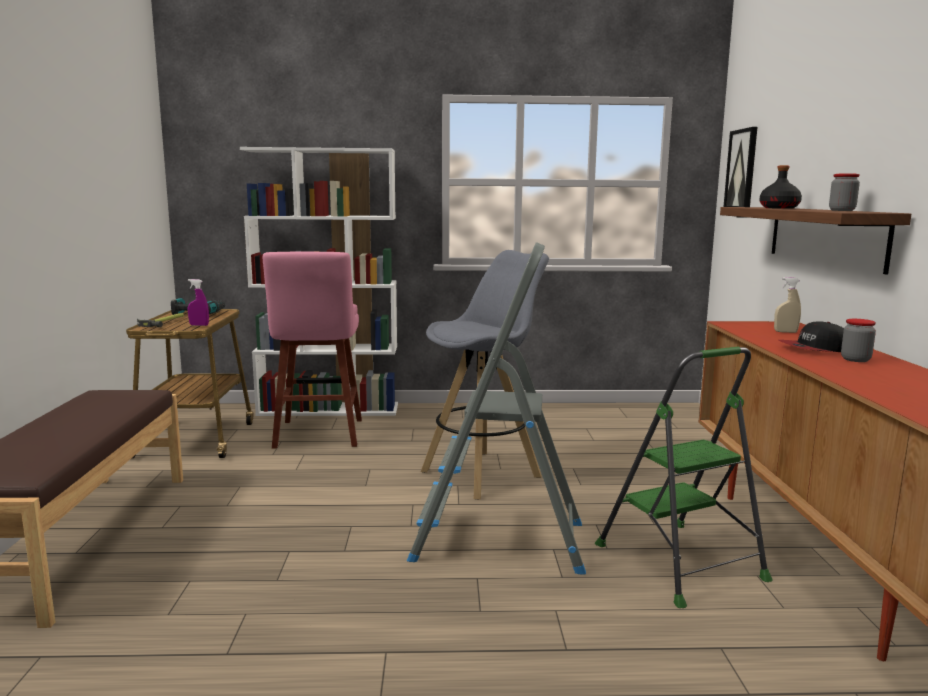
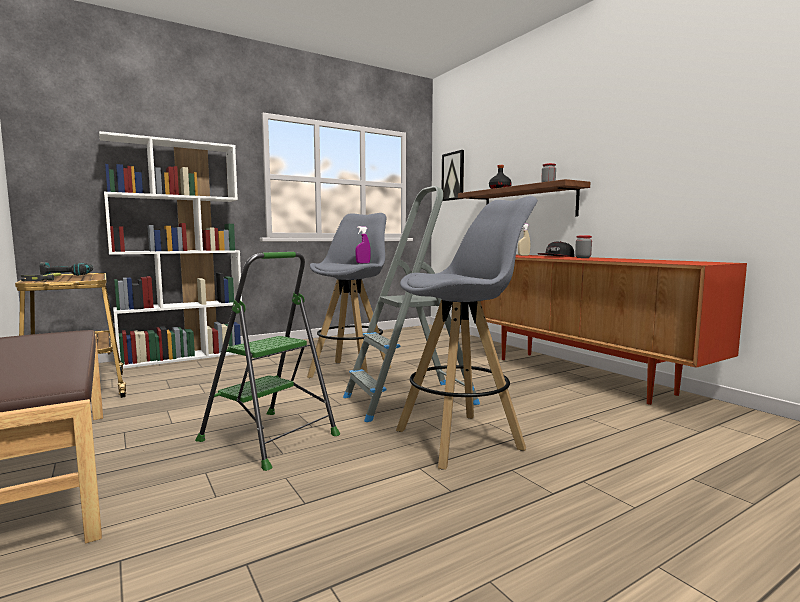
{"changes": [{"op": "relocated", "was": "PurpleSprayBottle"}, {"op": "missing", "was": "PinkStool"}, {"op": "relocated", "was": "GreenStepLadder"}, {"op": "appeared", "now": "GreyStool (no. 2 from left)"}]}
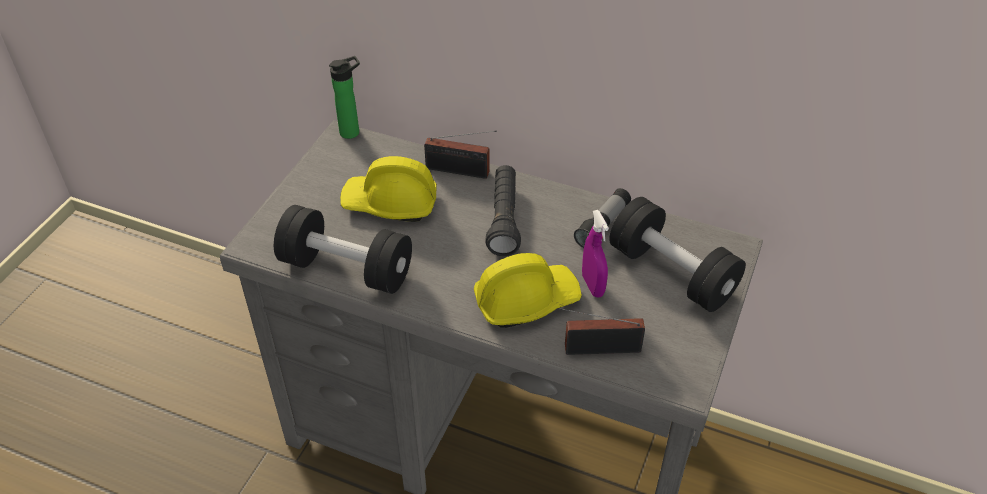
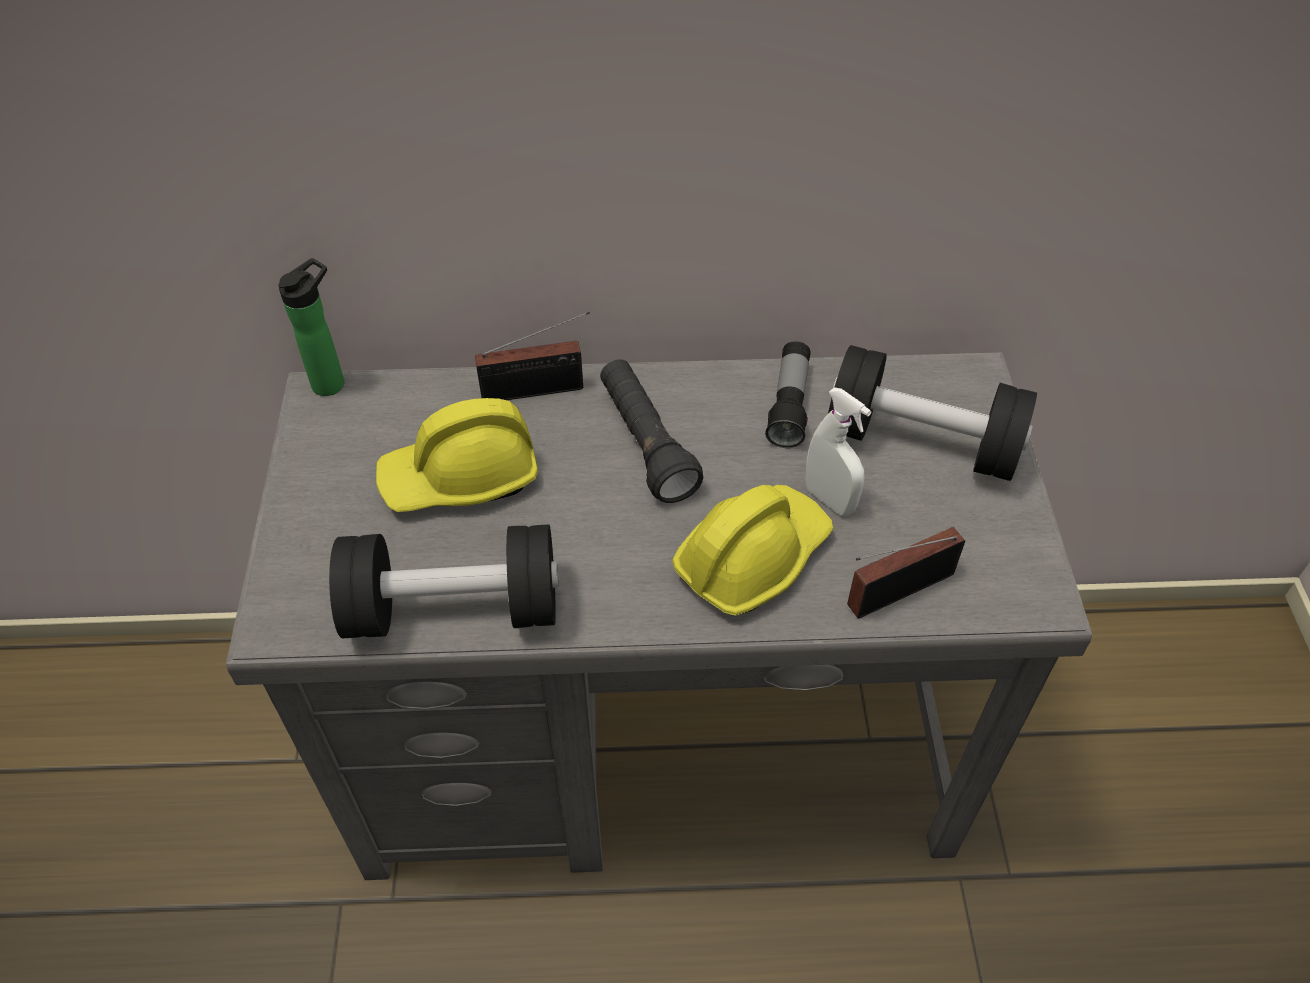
{"changes": [{"op": "colour", "was": "PurpleSprayBottle", "now": "WhiteSprayBottle"}]}
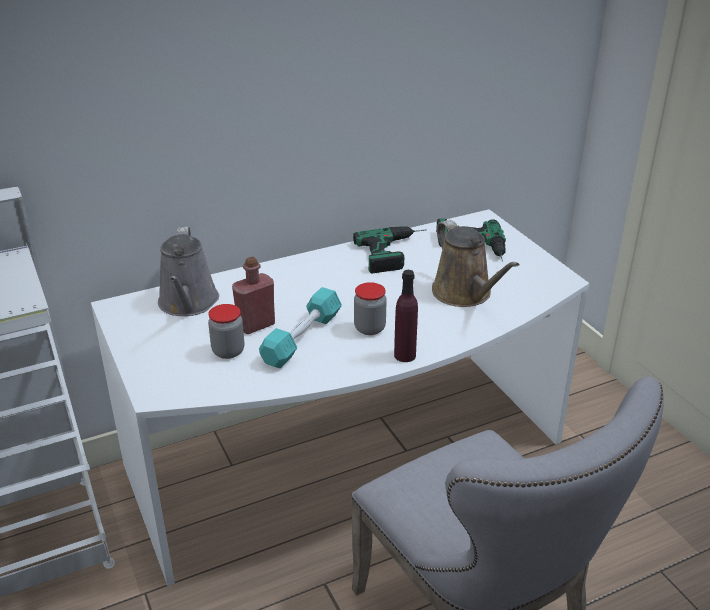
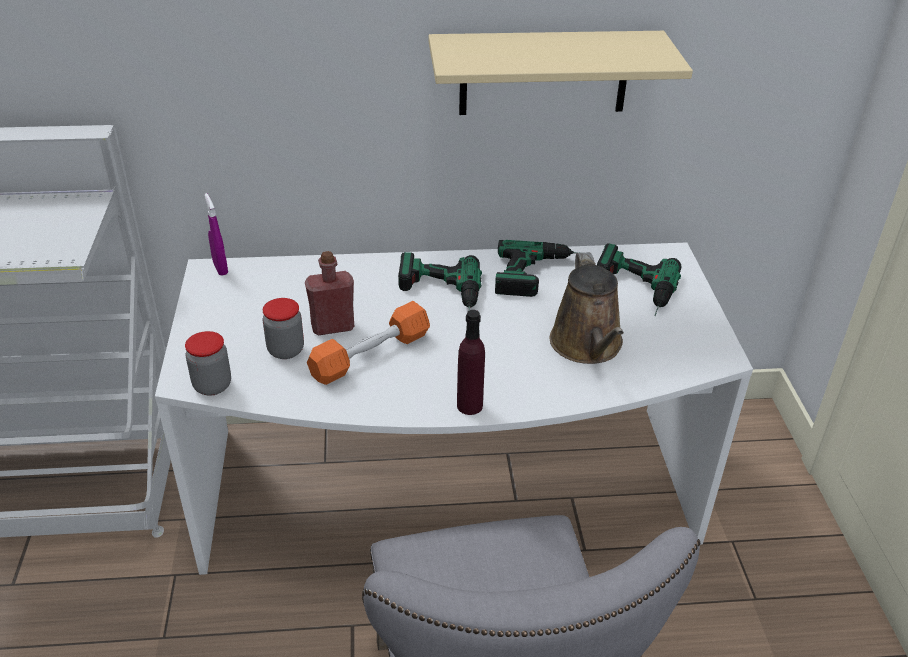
{"changes": [{"op": "missing", "was": "GreyWateringCan"}, {"op": "colour", "was": "TurquoiseDumbbell", "now": "OrangeDumbbell"}, {"op": "relocated", "was": "Jar (no. 2 from left in the first image)", "now": "Jar (no. 1 from left)"}, {"op": "appeared", "now": "PurpleSprayBottle"}, {"op": "appeared", "now": "PowerDrill (no. 1 from left)"}, {"op": "appeared", "now": "BeigeShelf"}]}
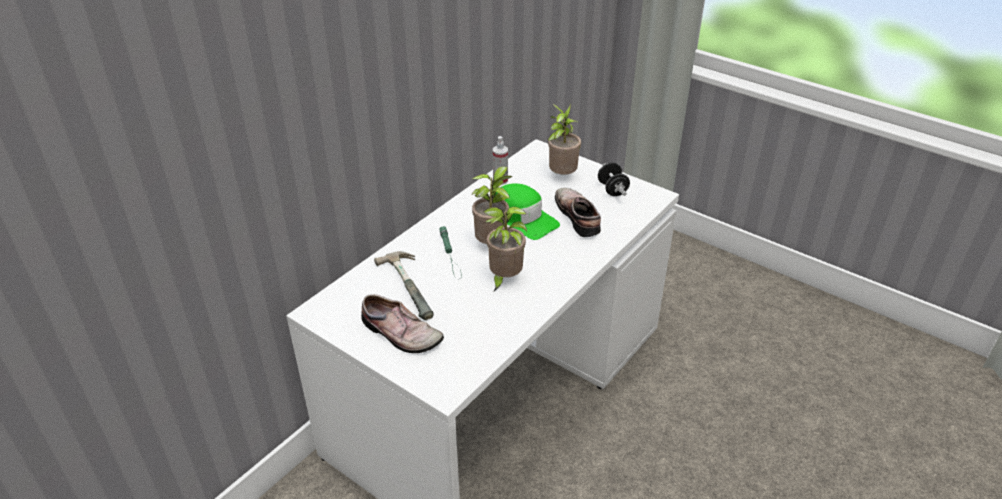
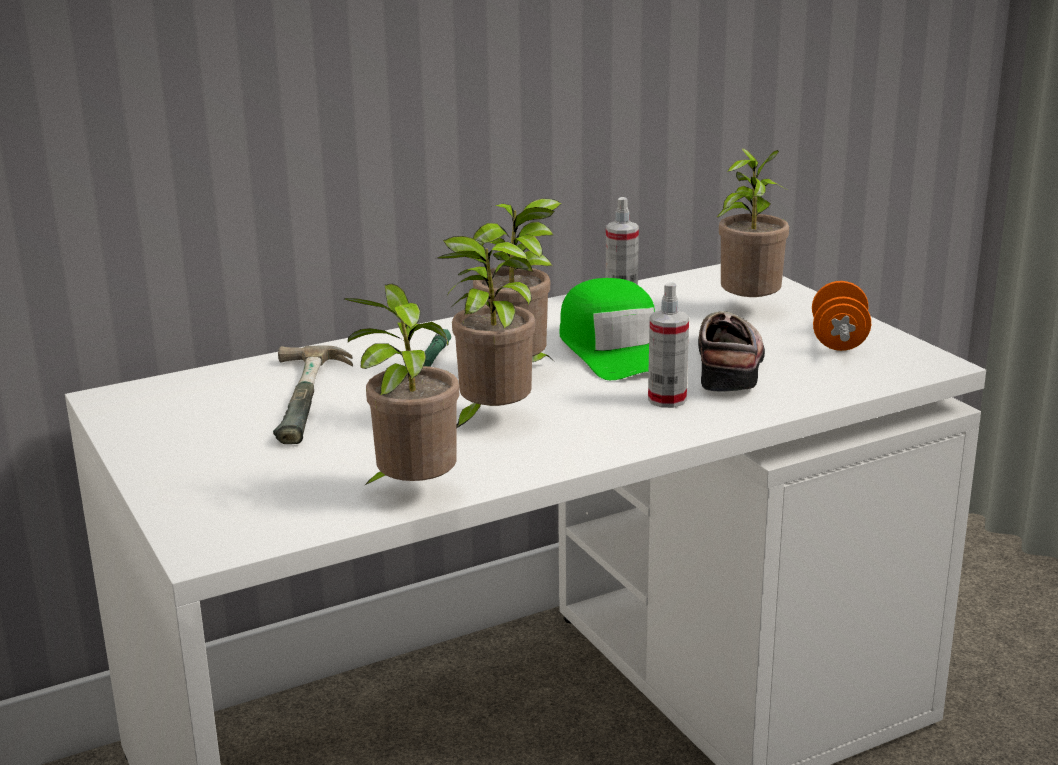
{"changes": [{"op": "missing", "was": "Shoe (no. 1 from left)"}, {"op": "colour", "was": "BlackDumbbell", "now": "OrangeDumbbell"}, {"op": "appeared", "now": "PottedPlant (no. 1 from left)"}, {"op": "appeared", "now": "SprayBottle (no. 2 from left)"}]}
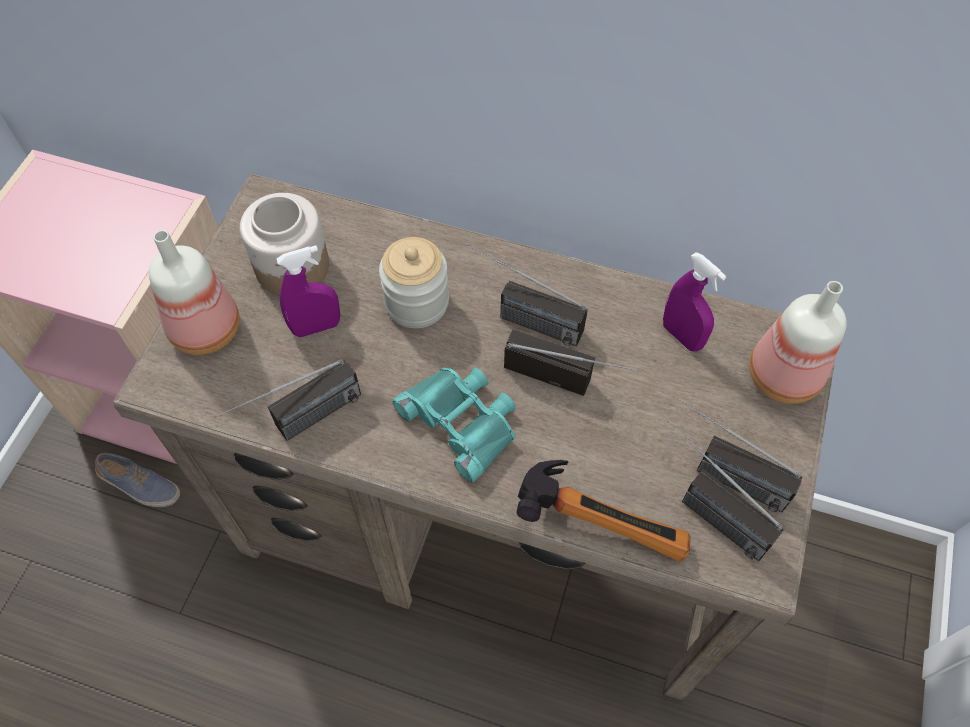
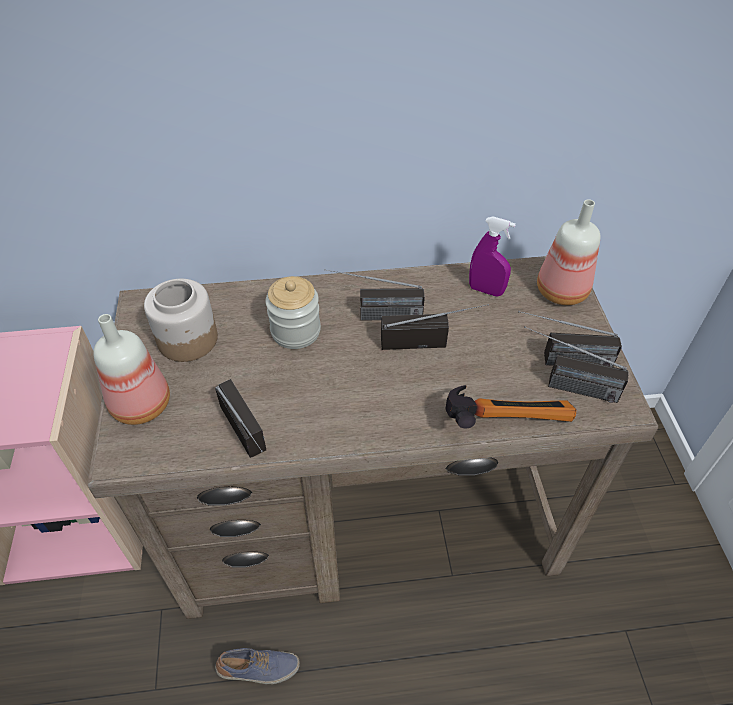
{"changes": [{"op": "relocated", "was": "Shoe"}, {"op": "spun", "was": "Radio (no. 1 from left)", "clockwise": -60}, {"op": "missing", "was": "PurpleSprayBottle (no. 1 from left)"}, {"op": "missing", "was": "TurquoiseBinoculars"}]}
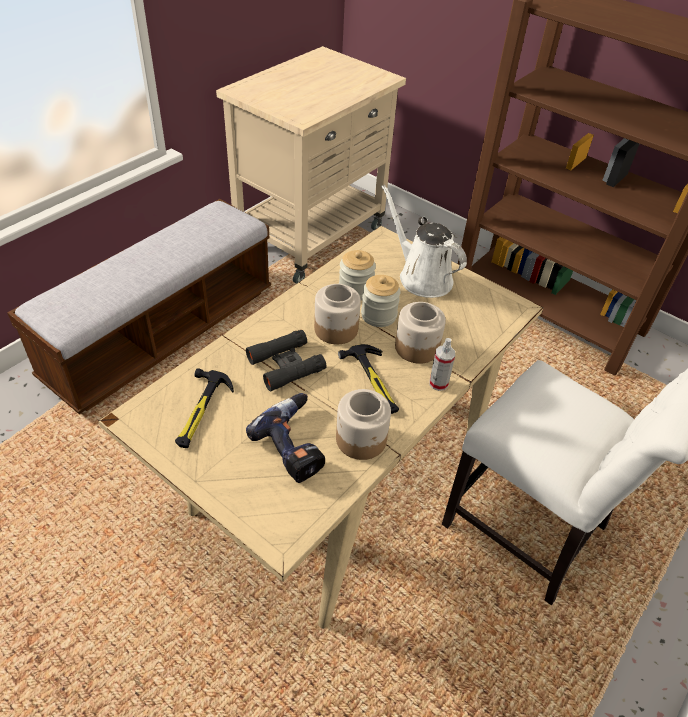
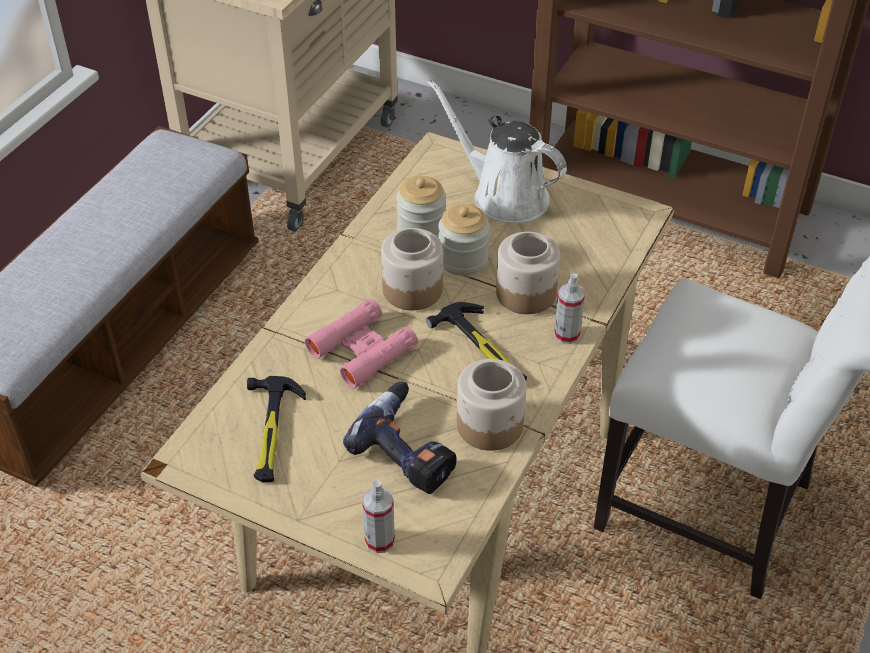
{"changes": [{"op": "colour", "was": "BlackBinoculars", "now": "PinkBinoculars"}, {"op": "appeared", "now": "SprayBottle (no. 1 from left)"}]}
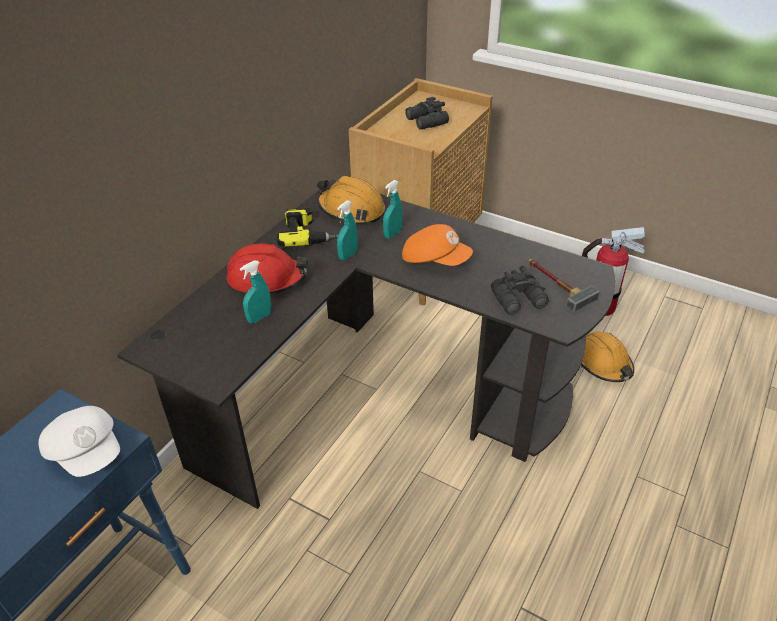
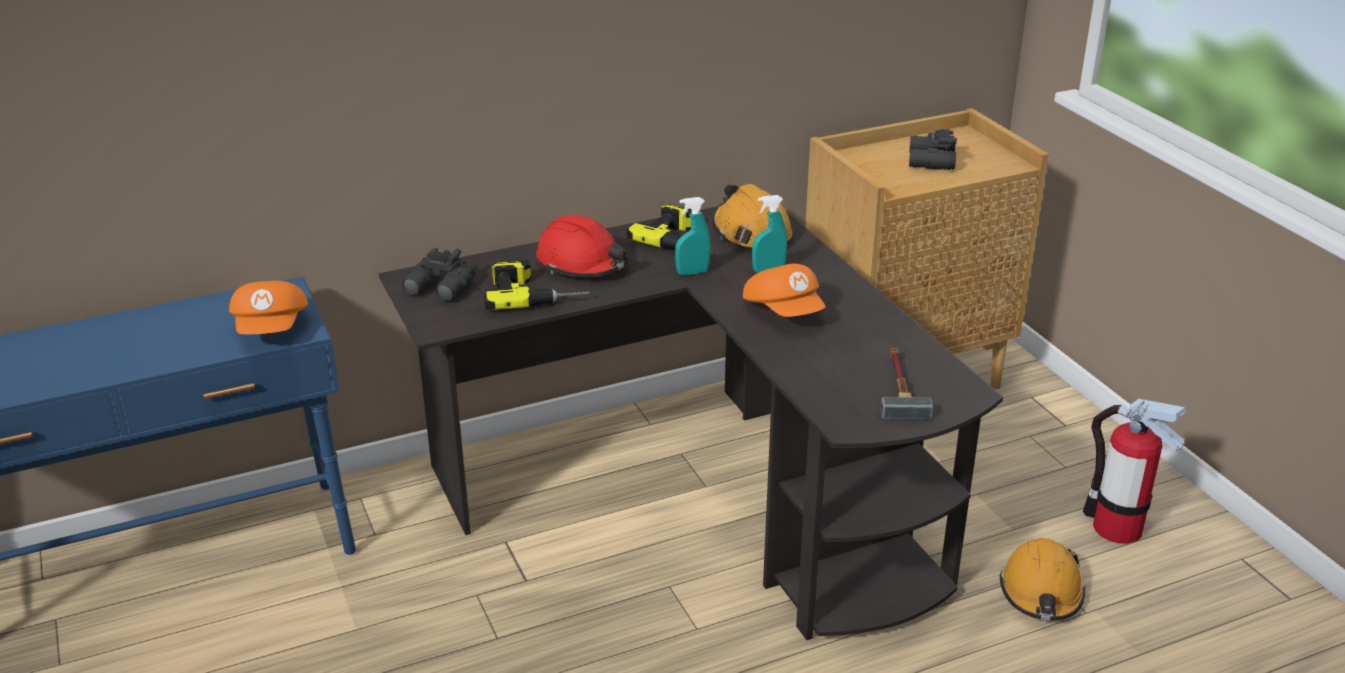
{"changes": [{"op": "colour", "was": "WhiteCap", "now": "OrangeCap (no. 1 from left)"}, {"op": "exchanged", "was": "TurquoiseSprayBottle (no. 1 from left)", "now": "PowerDrill (no. 1 from left)"}, {"op": "relocated", "was": "BlackBinoculars (no. 2 from left in the first image)", "now": "BlackBinoculars (no. 1 from left)"}]}
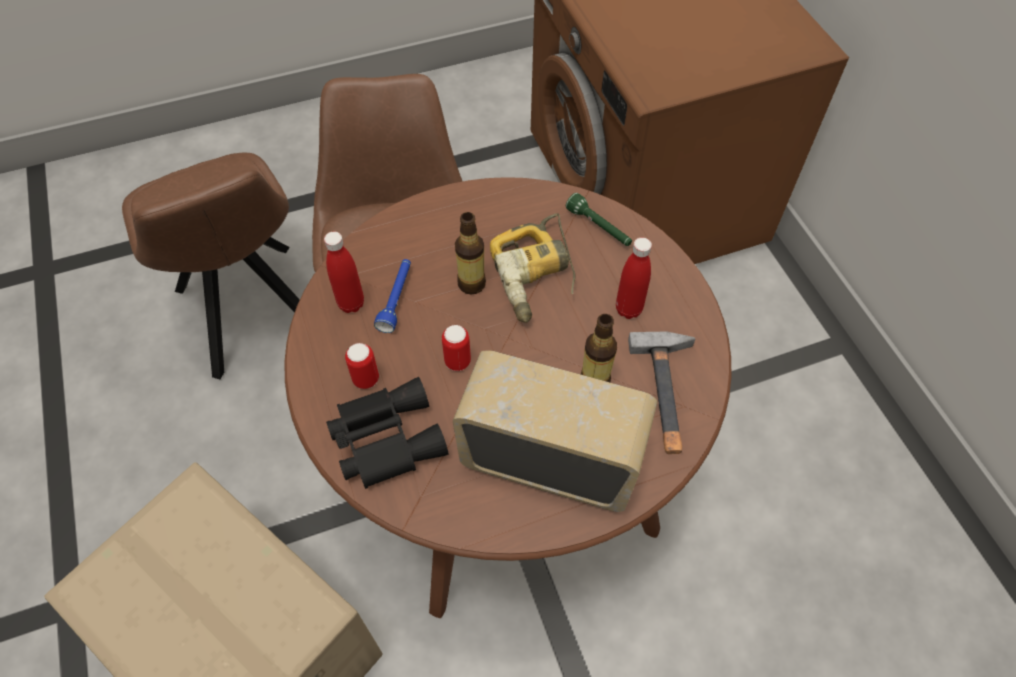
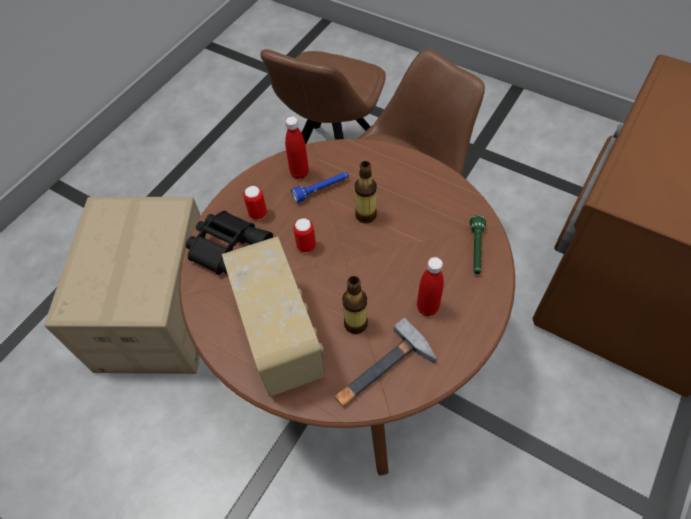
{"changes": [{"op": "missing", "was": "PowerDrill"}]}
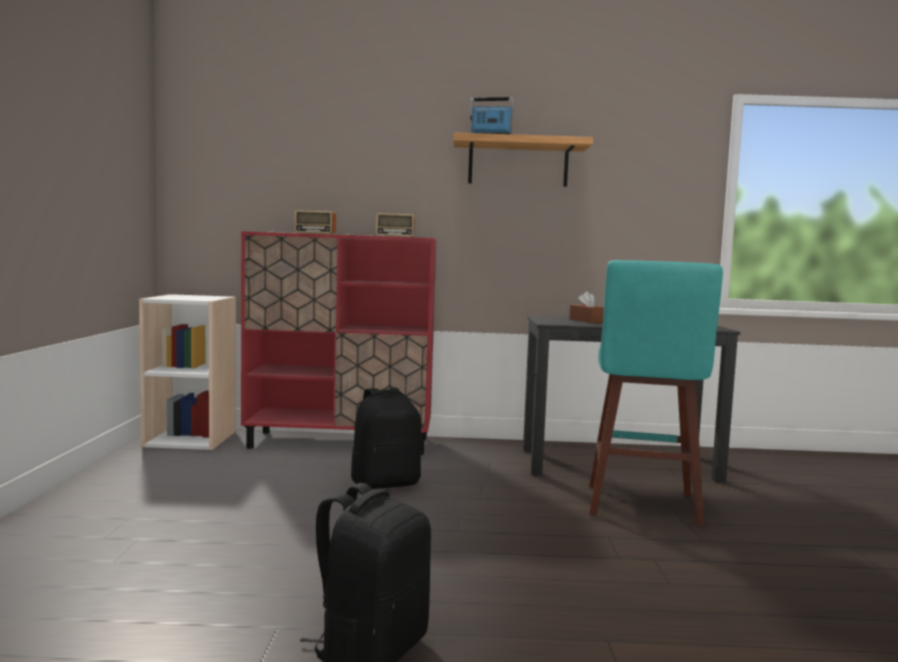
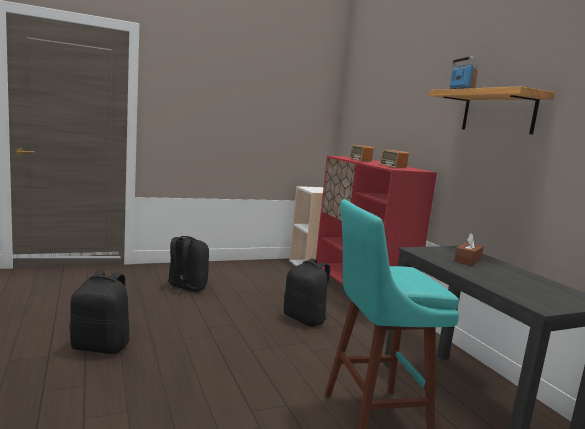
{"changes": [{"op": "appeared", "now": "BlackBackpack (no. 2 from left)"}]}
